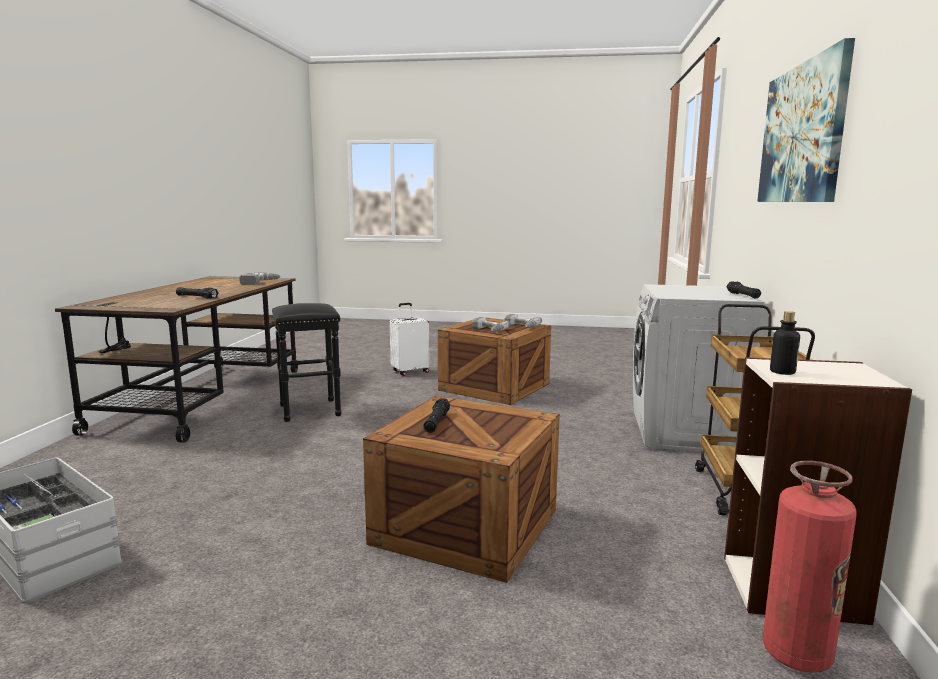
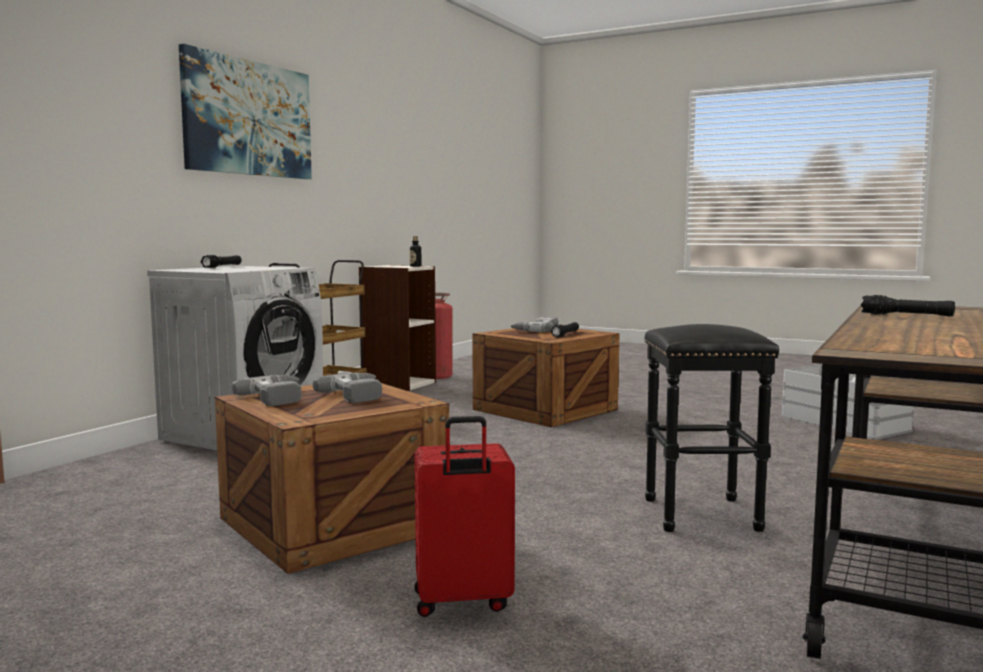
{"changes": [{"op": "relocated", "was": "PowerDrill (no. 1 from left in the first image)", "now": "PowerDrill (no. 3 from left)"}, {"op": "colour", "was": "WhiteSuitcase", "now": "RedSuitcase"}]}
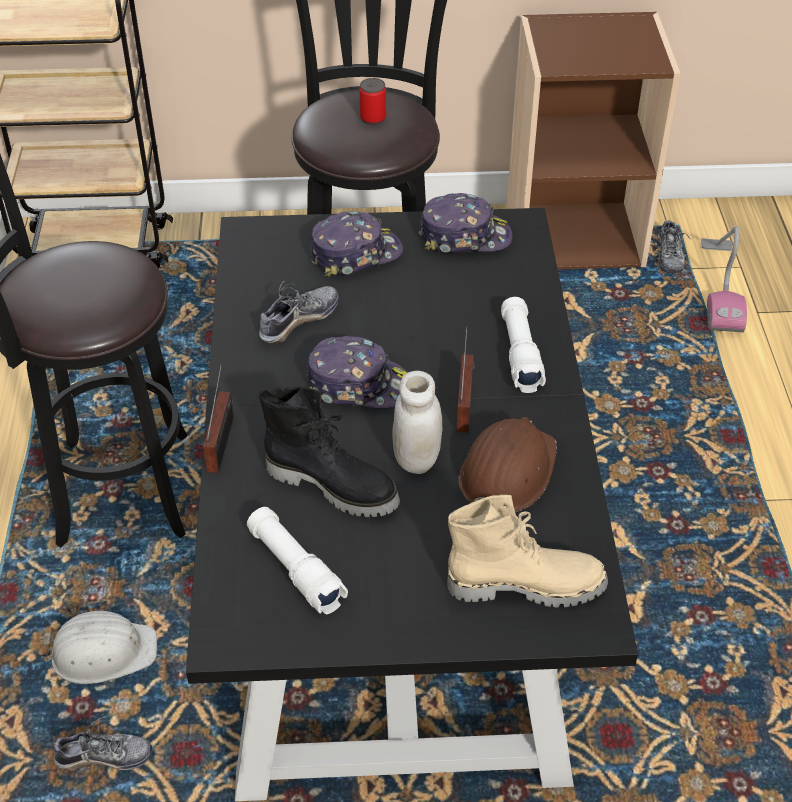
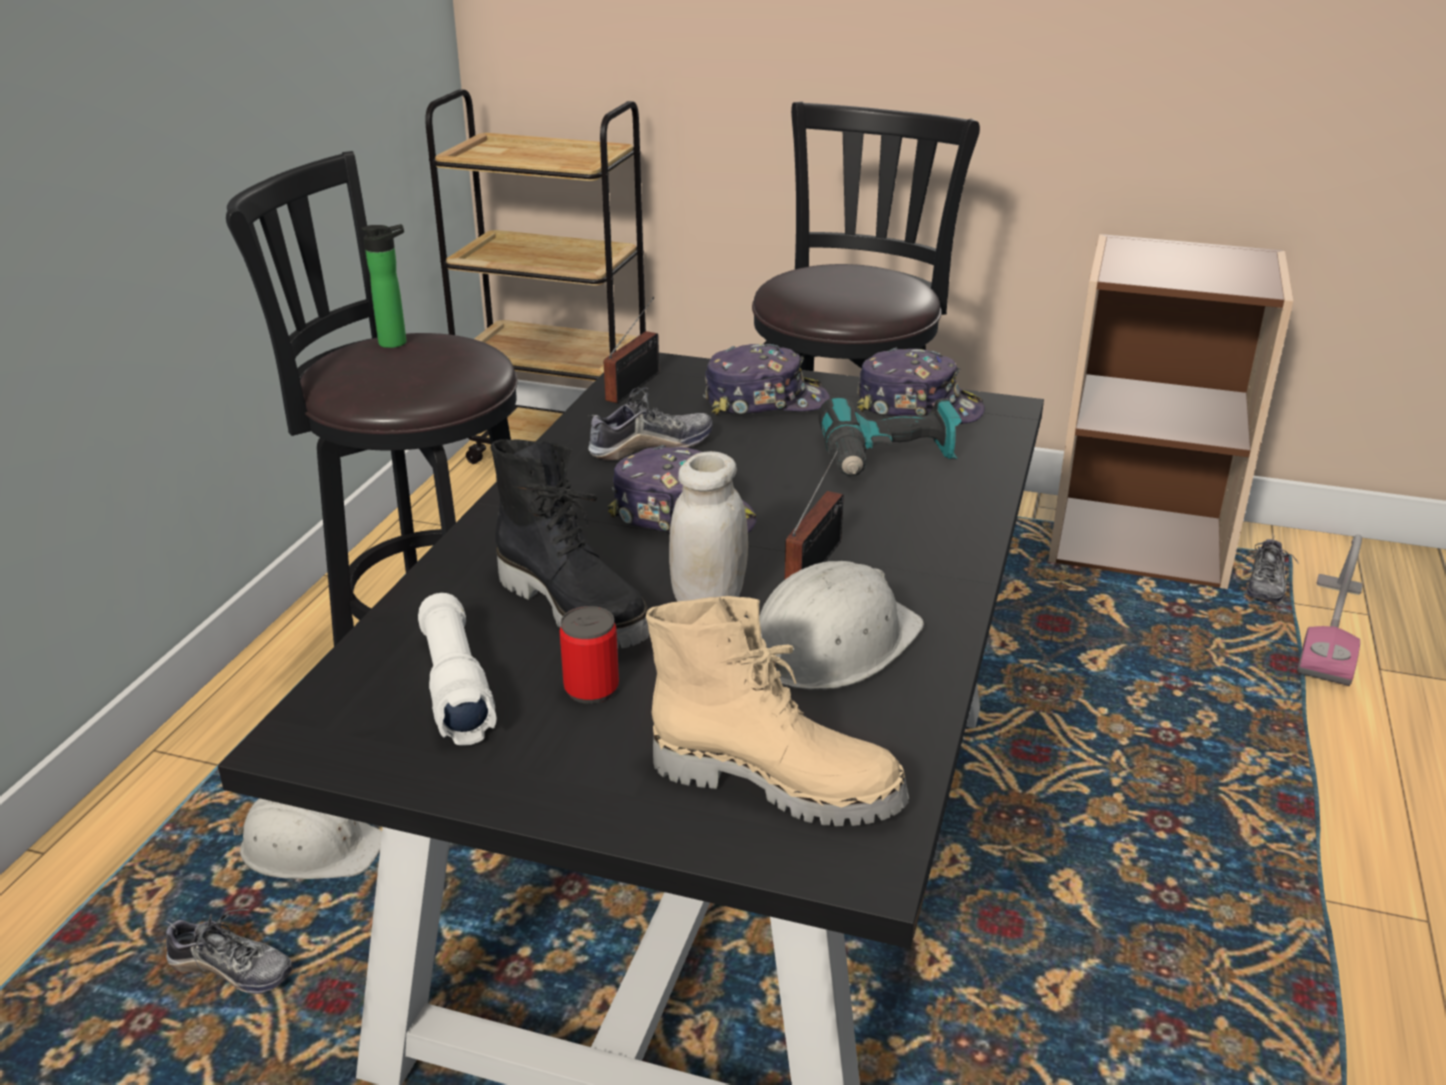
{"changes": [{"op": "relocated", "was": "Radio (no. 1 from left)"}, {"op": "relocated", "was": "Can"}, {"op": "colour", "was": "BrownHardHat", "now": "WhiteHardHat (no. 2 from left)"}, {"op": "missing", "was": "WhiteFlashlight (no. 2 from left)"}, {"op": "appeared", "now": "Bottle"}, {"op": "appeared", "now": "PowerDrill"}]}
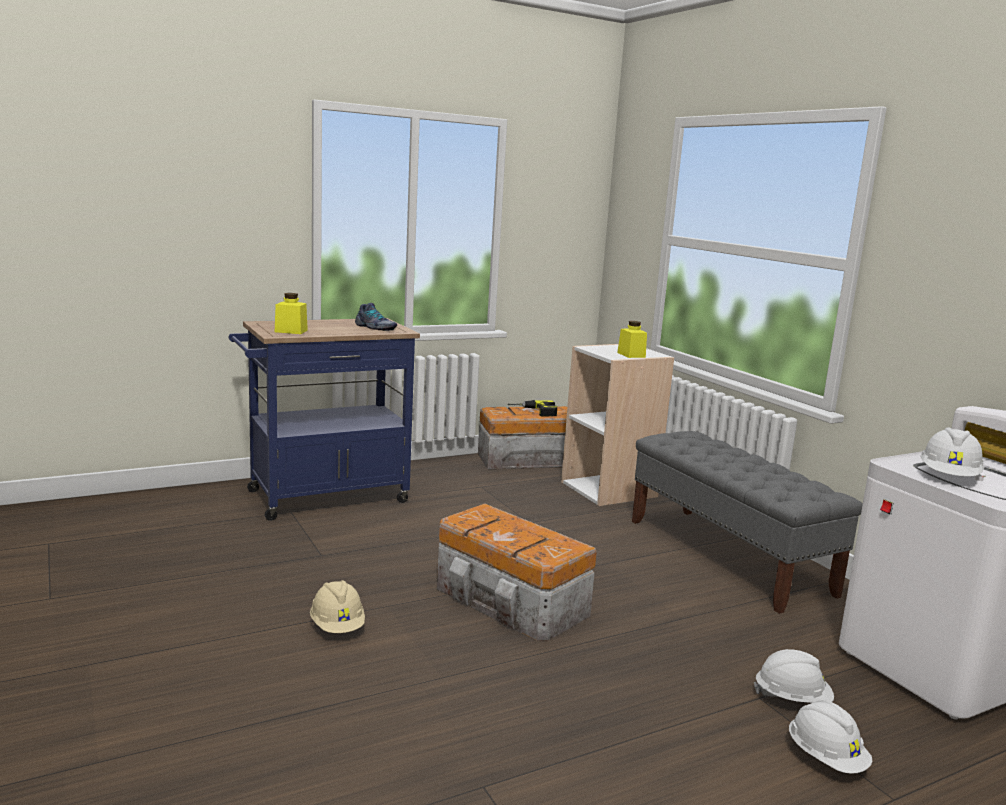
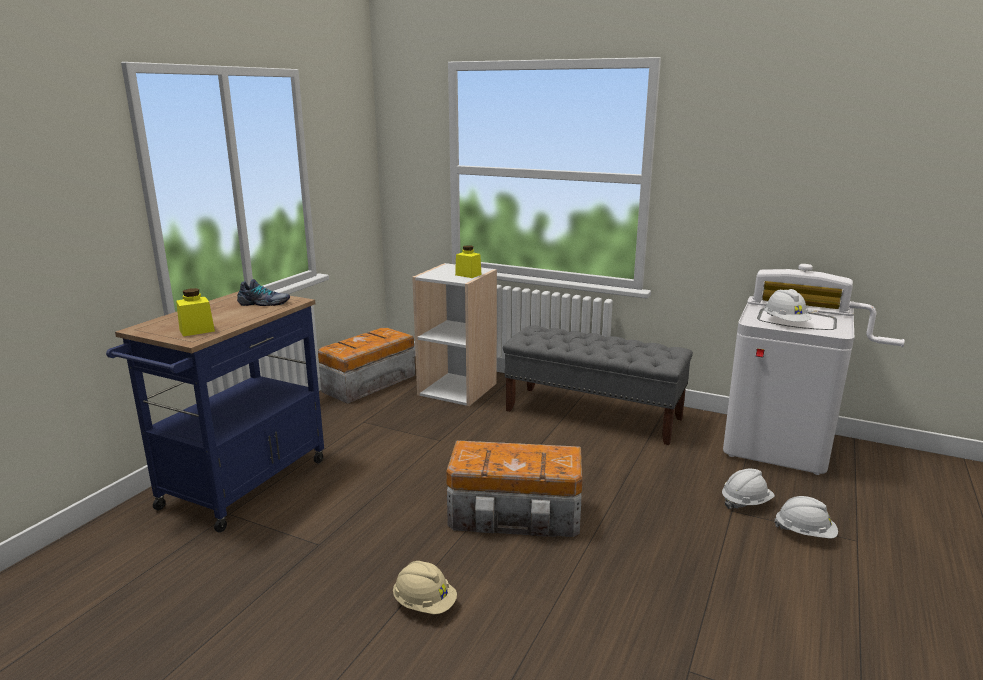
{"changes": [{"op": "missing", "was": "PowerDrill"}]}
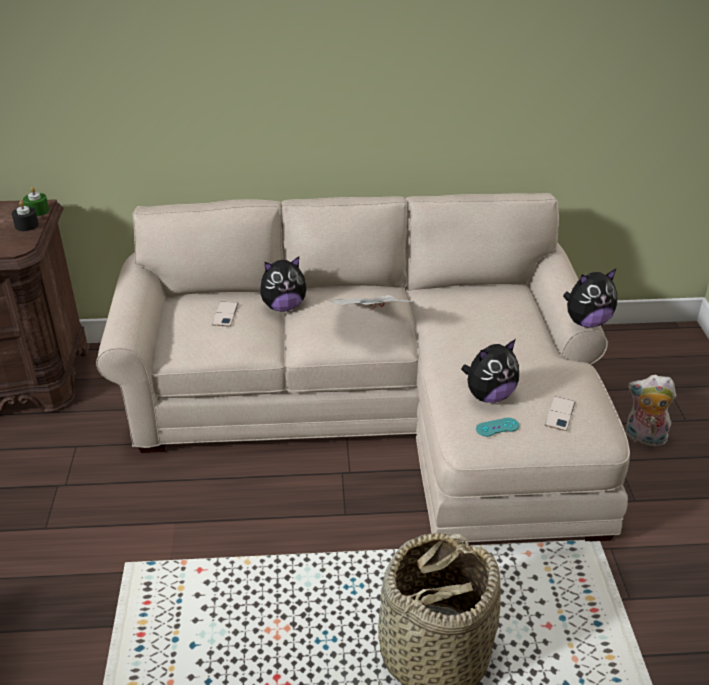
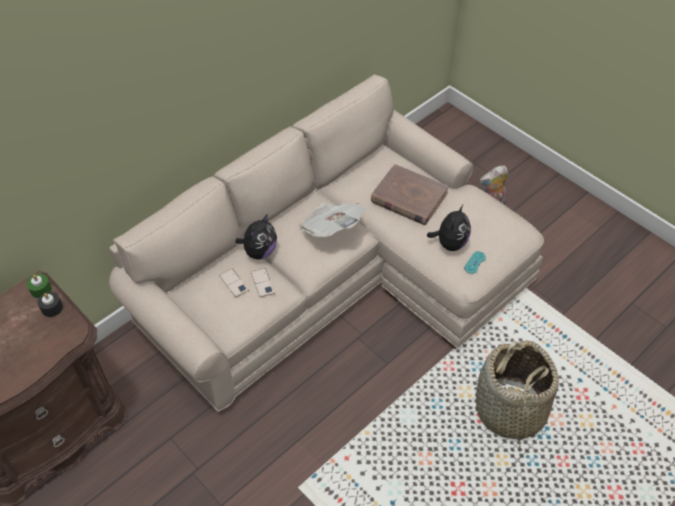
{"changes": [{"op": "relocated", "was": "Phone (no. 2 from left)"}, {"op": "missing", "was": "PlushToy (no. 3 from left)"}, {"op": "appeared", "now": "BrownBook"}]}
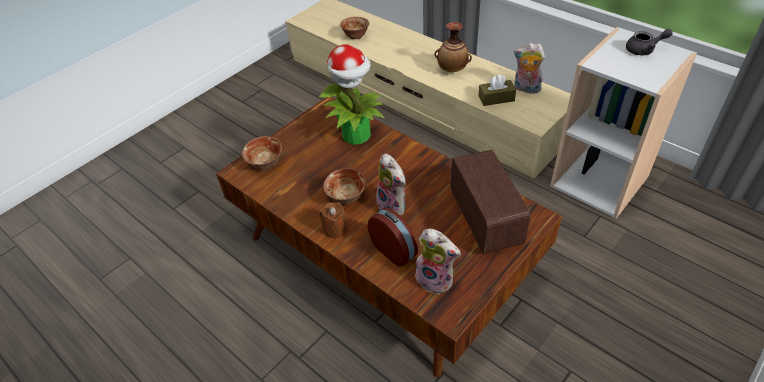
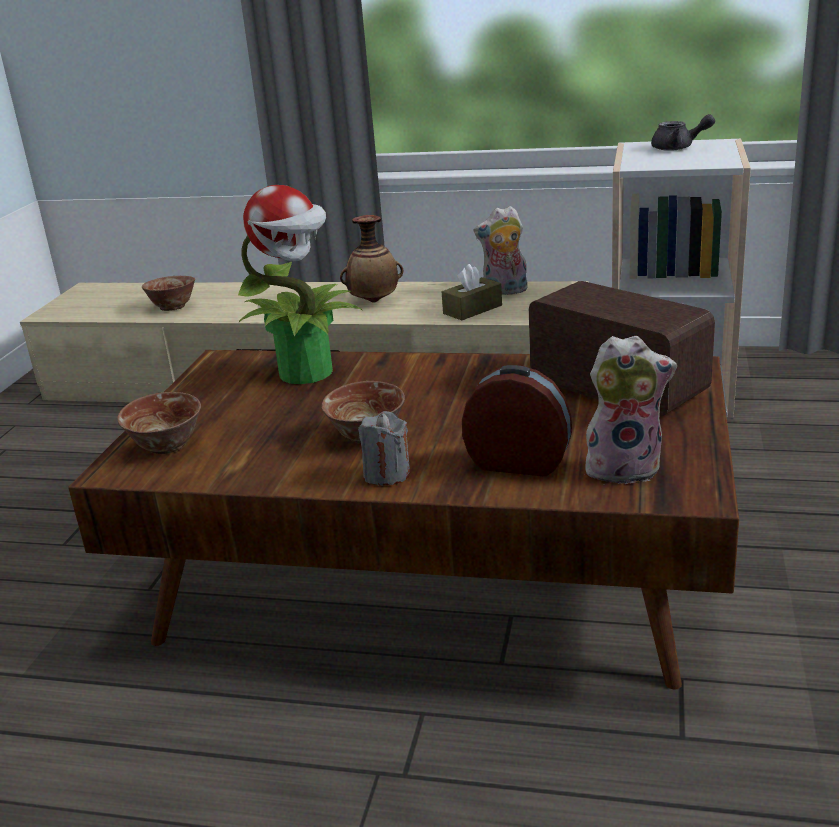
{"changes": [{"op": "colour", "was": "BrownCandle", "now": "GreyCandle"}, {"op": "missing", "was": "PlushToy (no. 1 from left)"}, {"op": "spun", "was": "GreyTeapot", "clockwise": 45}]}
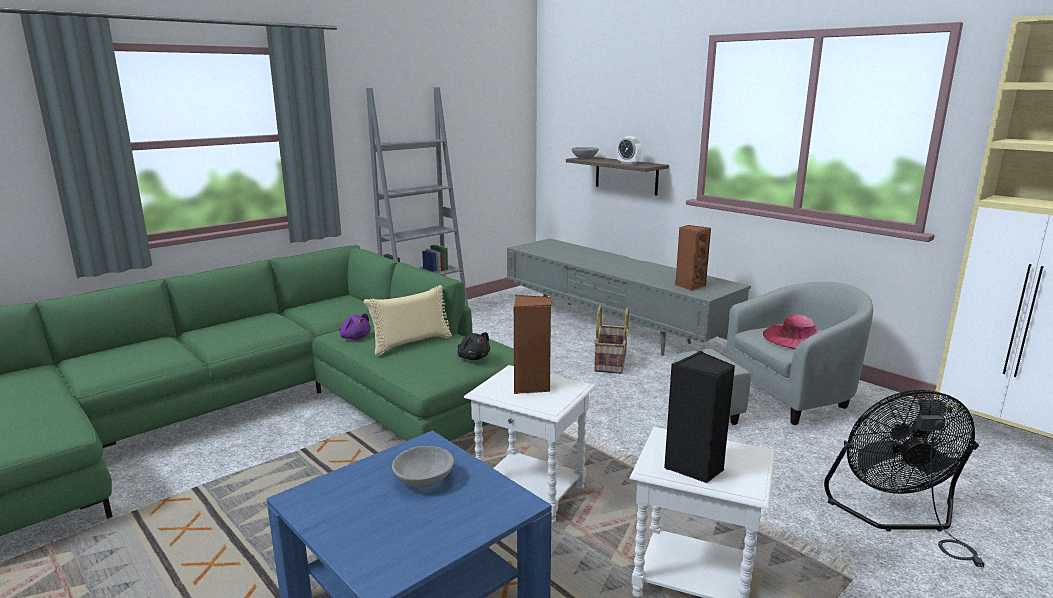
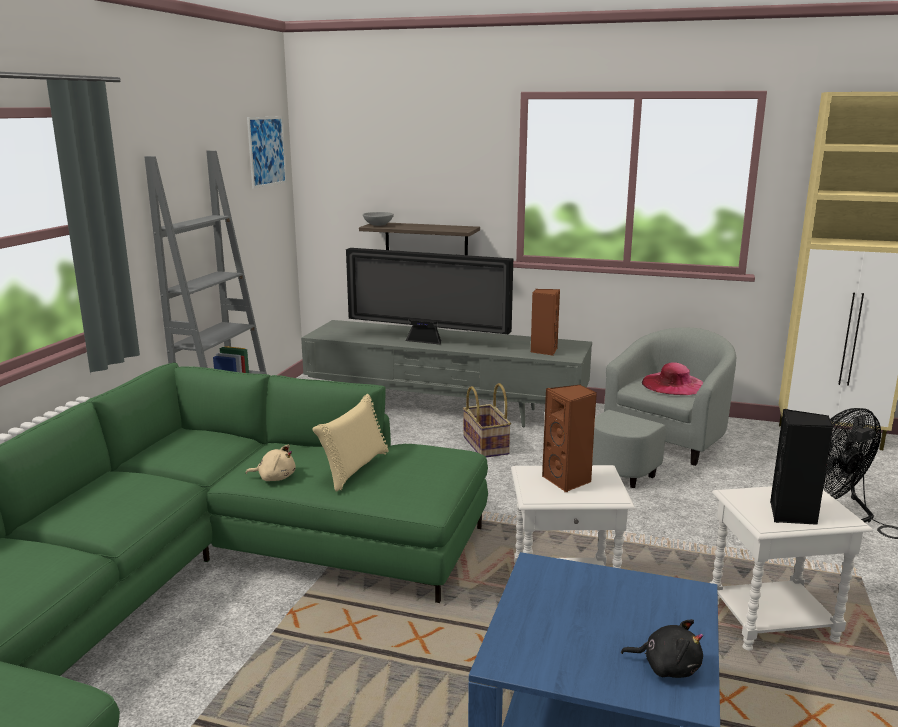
{"changes": [{"op": "colour", "was": "PurplePlushToy", "now": "BeigePlushToy"}, {"op": "missing", "was": "GreyBowl (no. 1 from left)"}, {"op": "relocated", "was": "BlackPlushToy"}, {"op": "missing", "was": "AlarmClock"}, {"op": "appeared", "now": "Picture"}, {"op": "appeared", "now": "Television"}]}
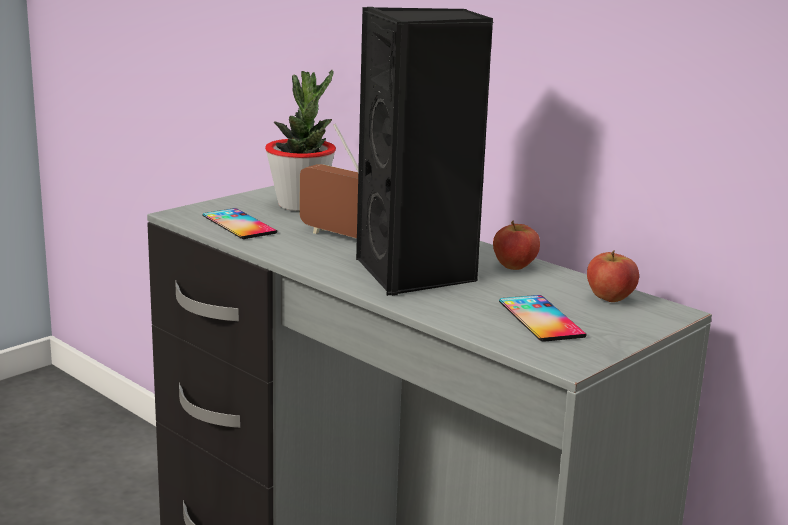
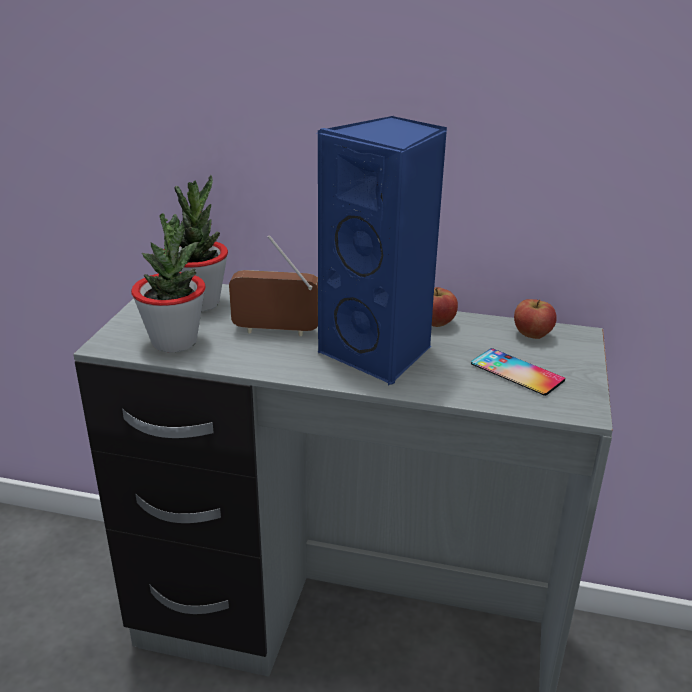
{"changes": [{"op": "exchanged", "was": "Phone (no. 1 from left)", "now": "PottedPlant (no. 1 from left)"}, {"op": "colour", "was": "BlackSpeaker", "now": "BlueSpeaker"}]}
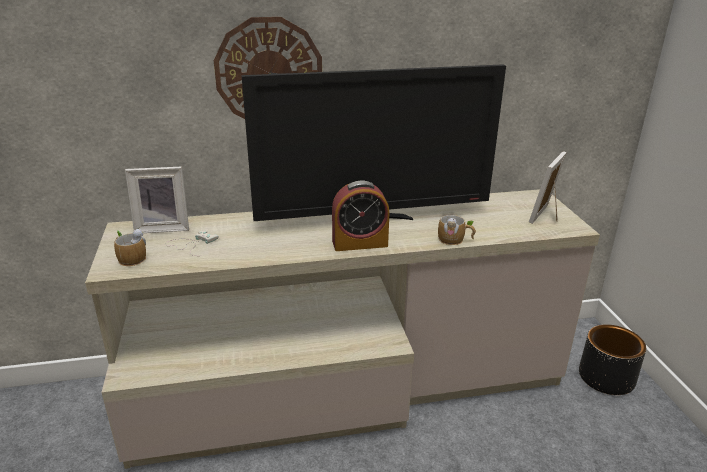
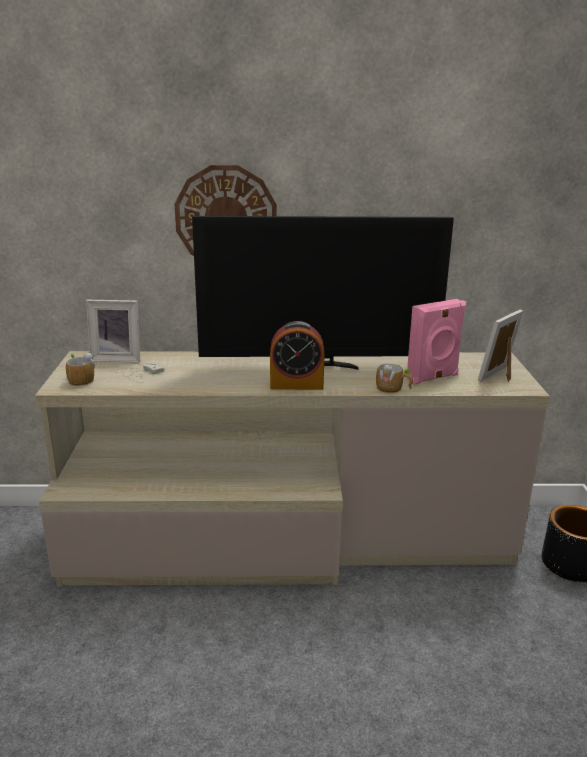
{"changes": [{"op": "appeared", "now": "PinkSpeaker"}]}
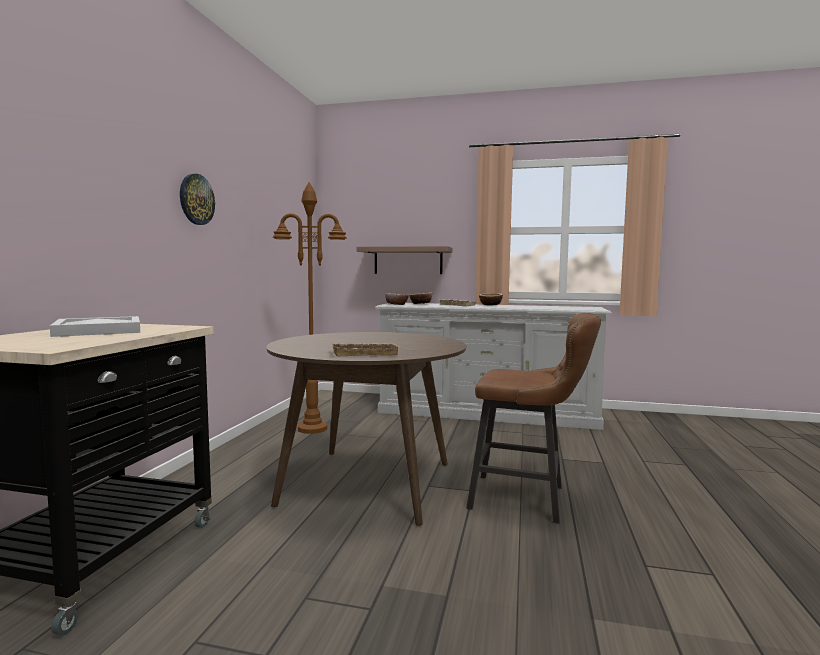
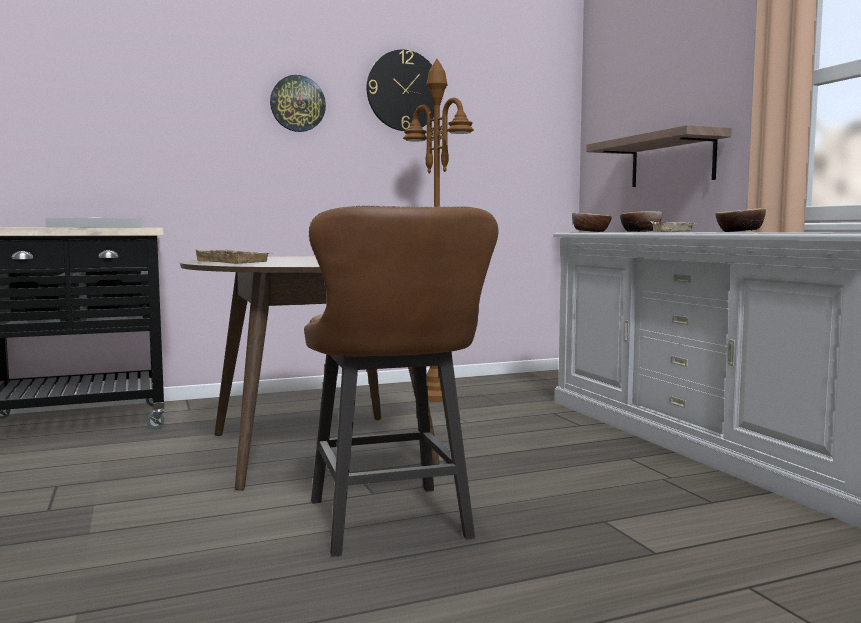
{"changes": [{"op": "appeared", "now": "WallClock (no. 2 from left)"}]}
